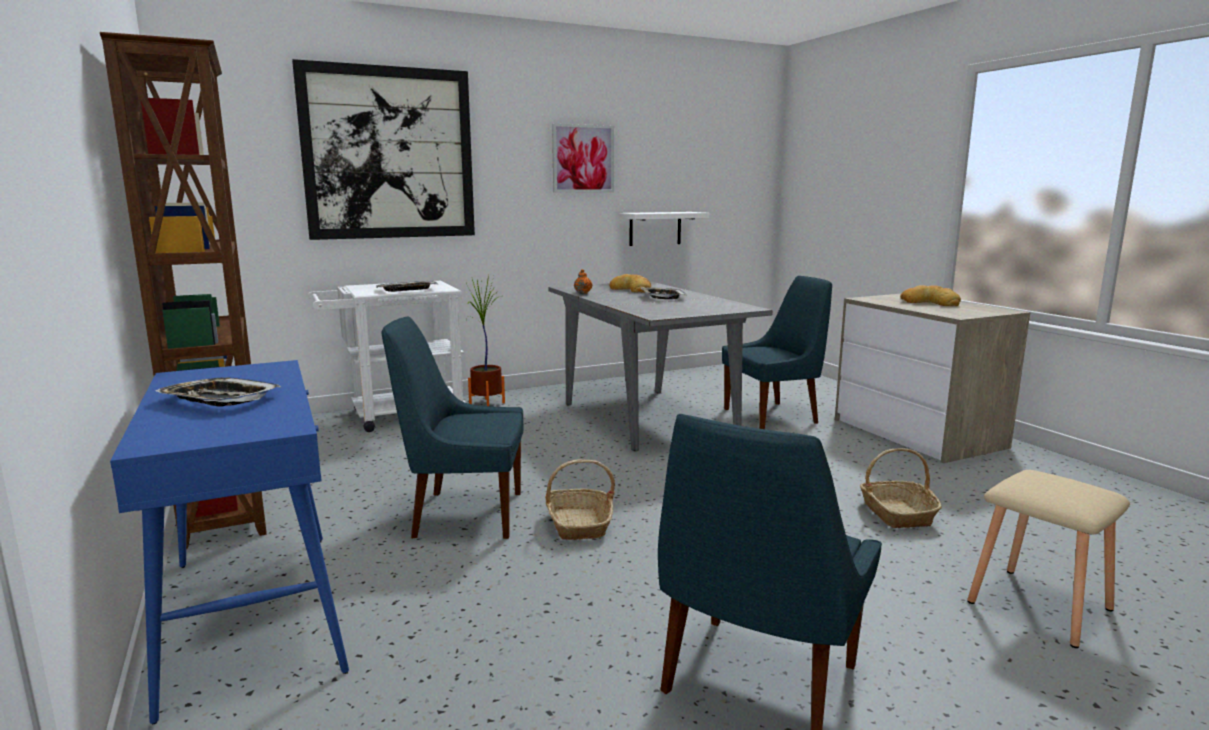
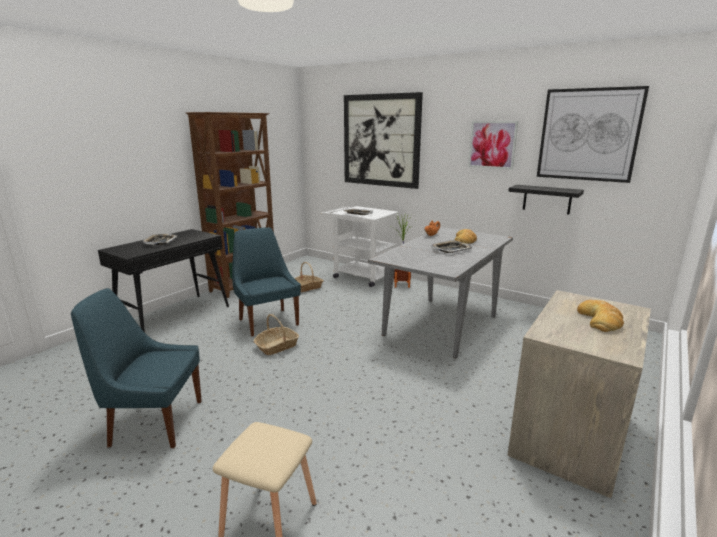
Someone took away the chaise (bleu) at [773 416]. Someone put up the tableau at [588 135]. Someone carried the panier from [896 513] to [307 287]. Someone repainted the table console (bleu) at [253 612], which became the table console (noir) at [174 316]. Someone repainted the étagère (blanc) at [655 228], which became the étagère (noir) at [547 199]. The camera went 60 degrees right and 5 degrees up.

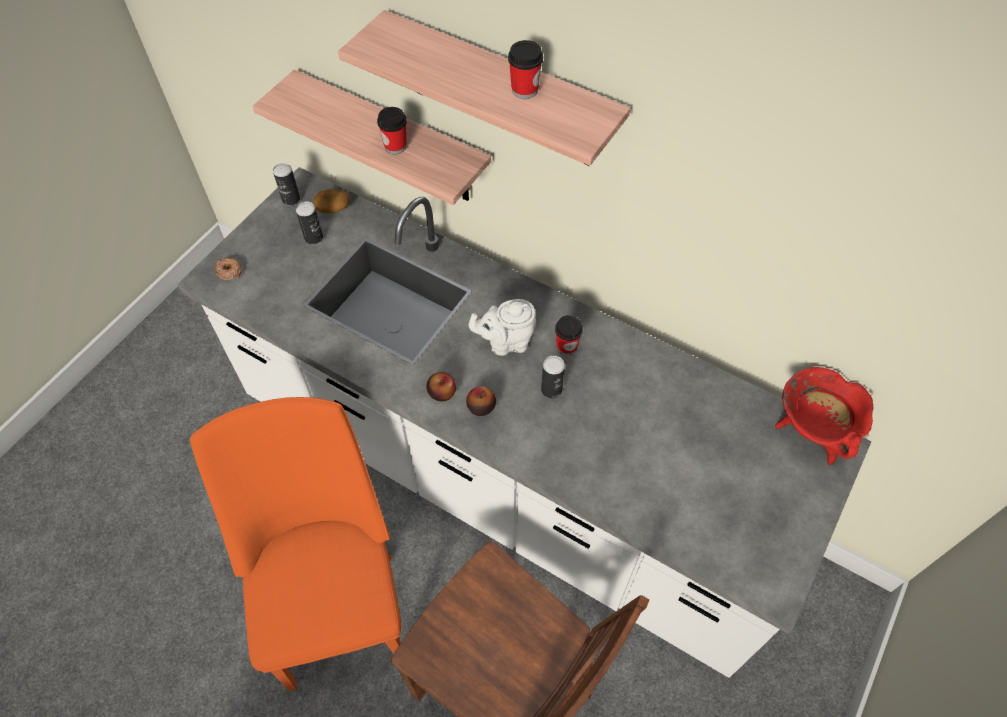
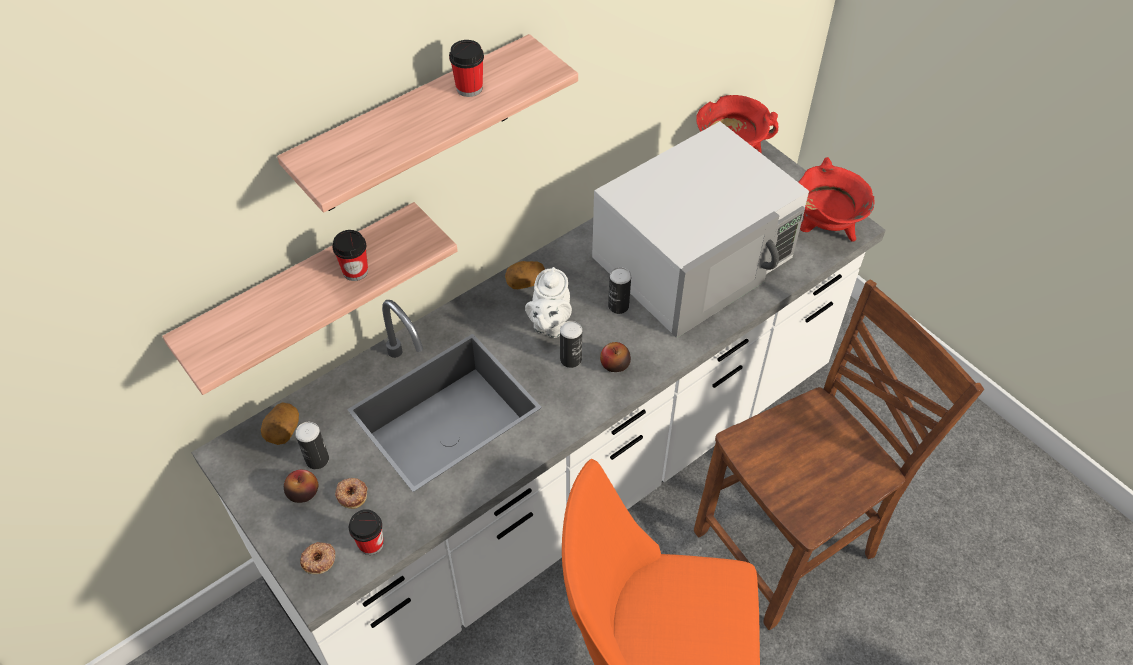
Someone put down the beignet at [352 494]. Someone put down the pomme de terre at [525 281]. Someone put down the micro-ondes (blanc) at [694 258]. Someone put down the marmite (rouge) at [824 229]. Someone carried the boîte métallique from [291 199] to [570 359]. Someone carried the pomme from [442 392] to [303 492]. Someone carried the tasse from [566 346] to [371 543]. The camera went 70 degrees left and 5 degrees down.

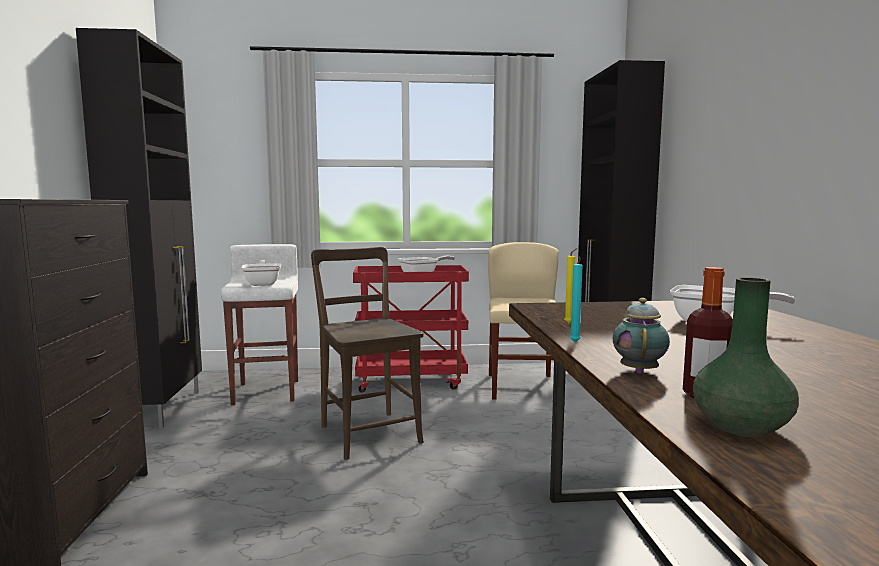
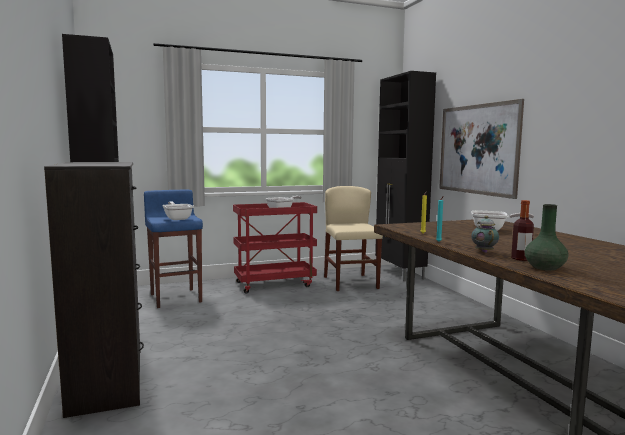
Someone took away the chaise (marron) at [368 432]. Someone put up the tableau at [477 149]. Someone repainted the tabouret (blanc) at [268 391], which became the tabouret (bleu) at [176 297]. The camera went 15 degrees left and 0 degrees up.

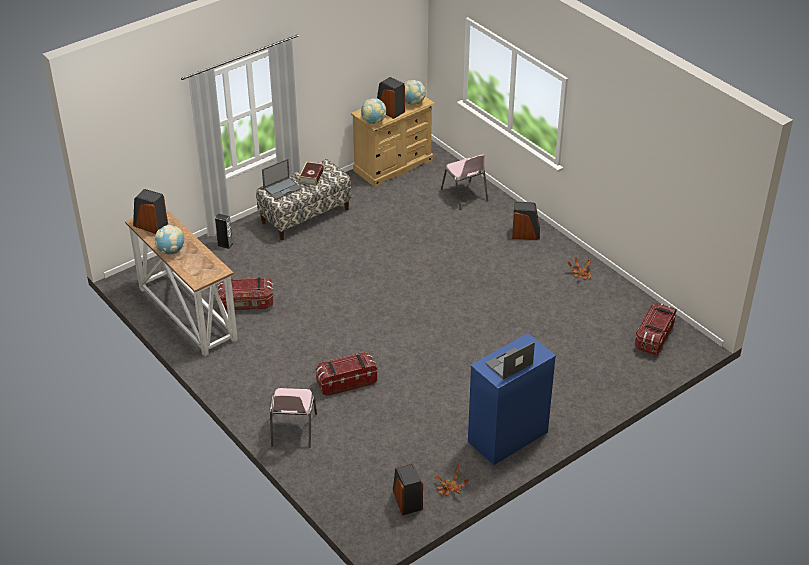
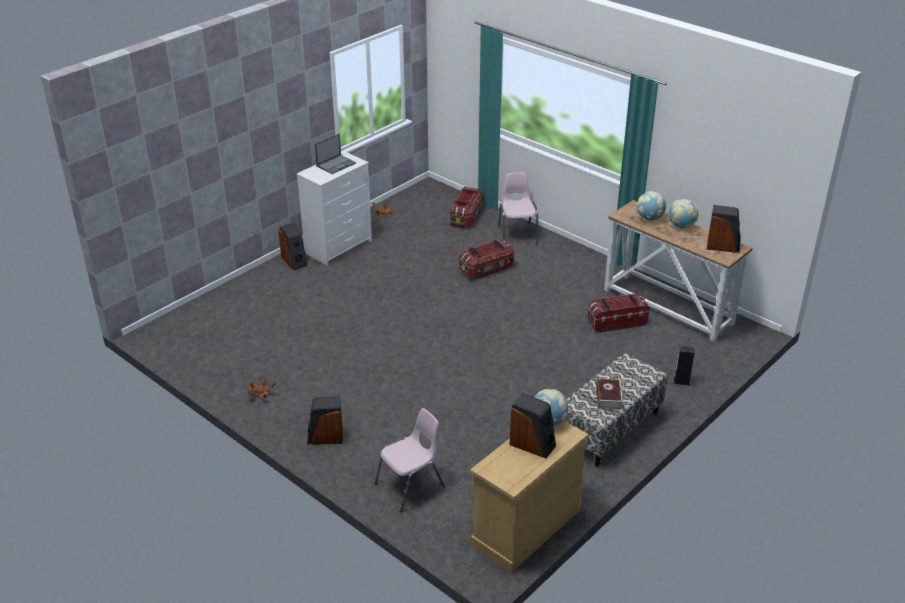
Someone took away the ordinateur portable at [282 188]. Someone carried the enceinte from [406 500] to [294 261]. Someone carried the globe from [413 102] to [649 218]. Someone carried the boîte de rangement from [654 338] to [467 216]. Someone repainted the commode (bleu) at [507 437], which became the commode (blanc) at [339 246]. Someone rotated the chaise (rose) at [464 195] by 90 degrees clockwise. The camera went 170 degrees right and 5 degrees down.

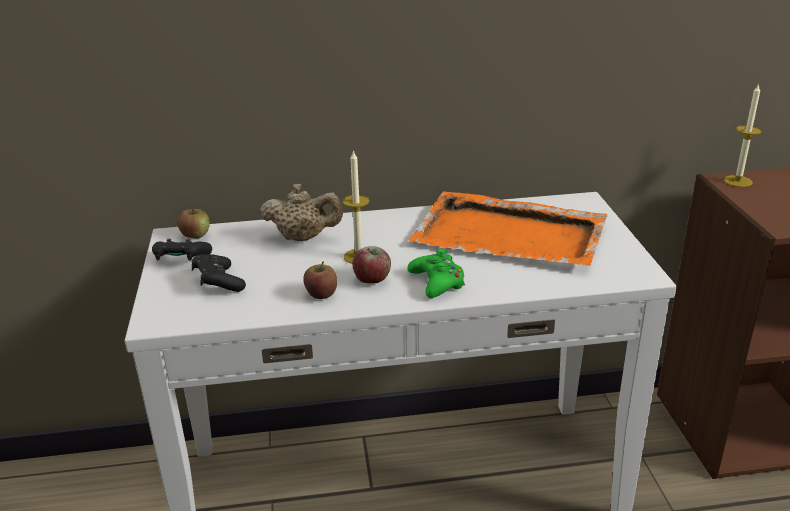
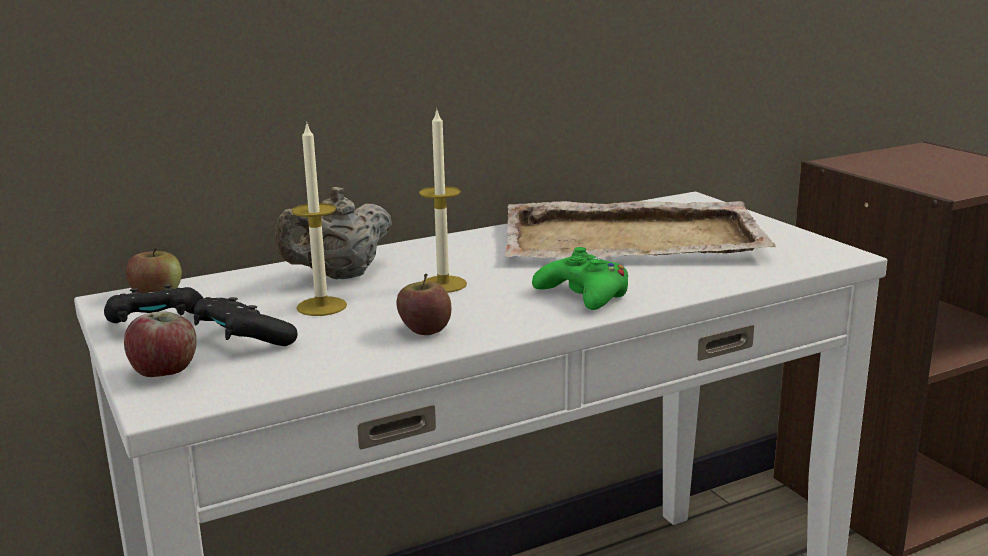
Someone carried the pomme from [372 280] to [165 372]. Someone carried the bougie from [738 181] to [321 306]. Someone repainted the plateau (orange) at [511 235], which became the plateau (beige) at [634 239]. Someone rotated the théière (beige) at [303 237] by 150 degrees clockwise. The camera went 20 degrees left and 10 degrees down.

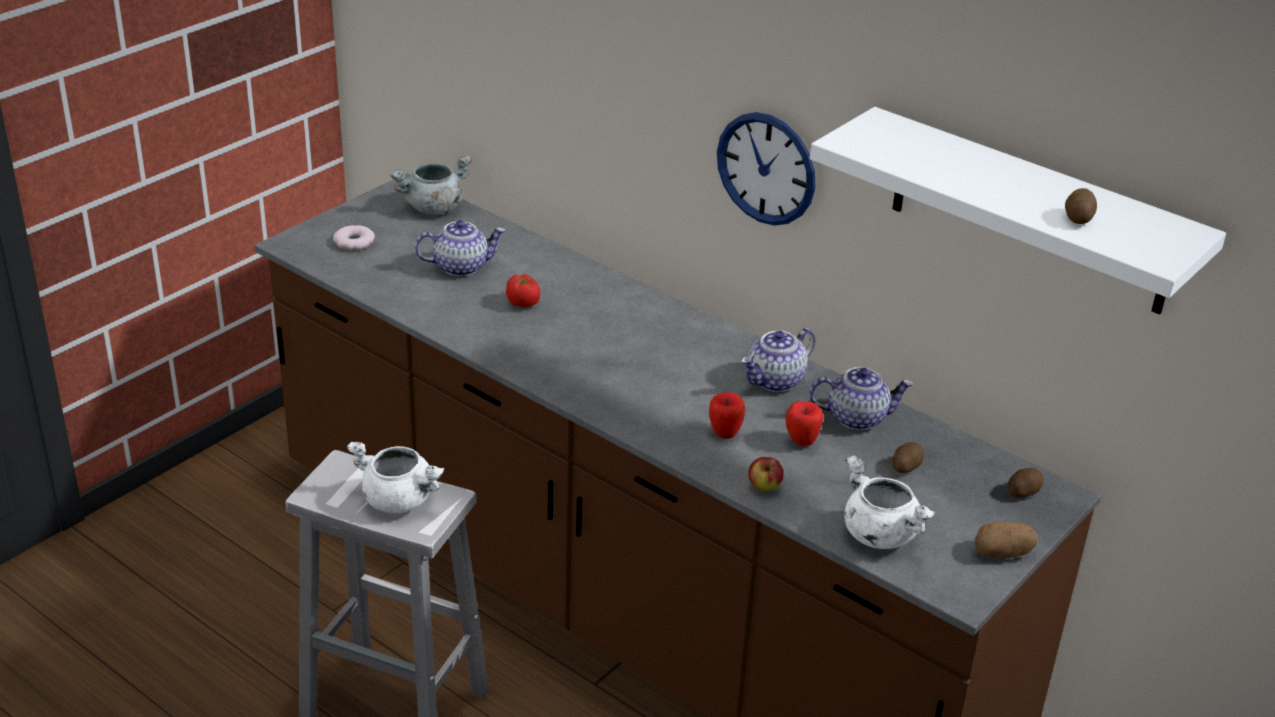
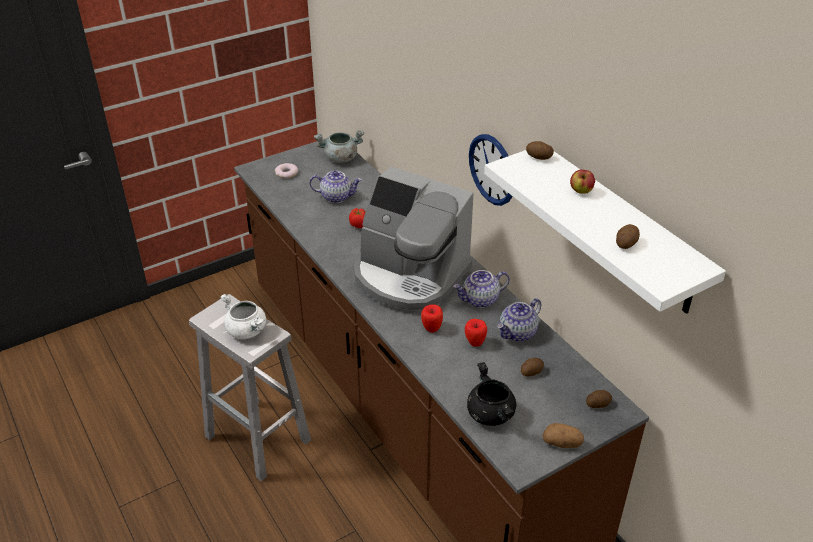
Someone put down the machine à café at [409 276]. Someone put down the pomme de terre at [538 157]. Someone carried the pomme from [764 487] to [581 191]. Someone repainted the marmite (blanc) at [879 535], which became the marmite (noir) at [490 414]. Someone rotated the théière at [857 417] by 120 degrees clockwise. The camera went 20 degrees right and 5 degrees up.

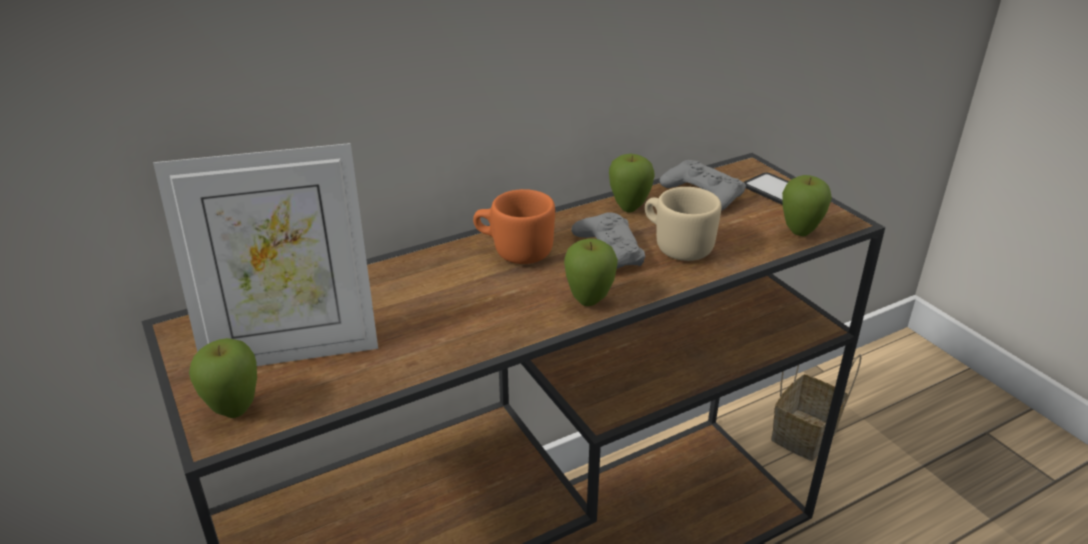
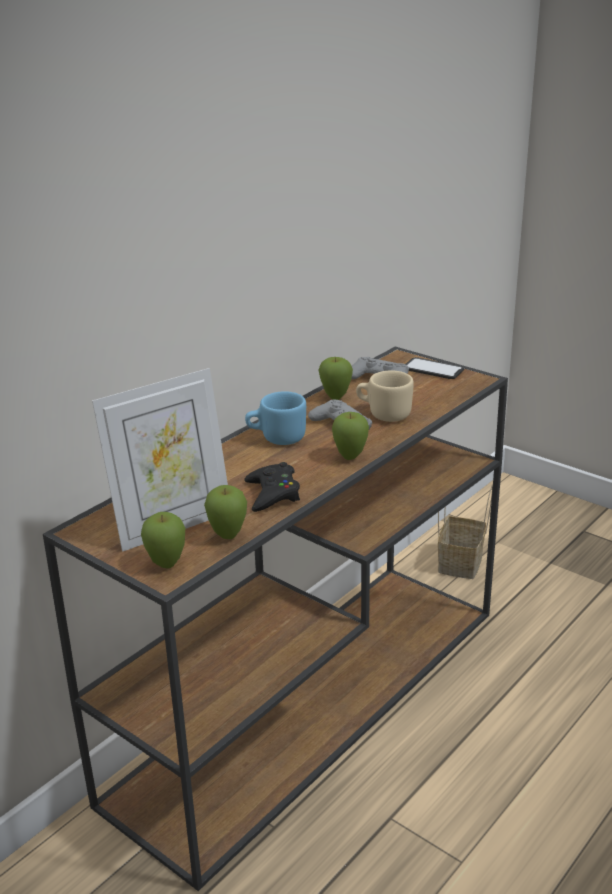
Someone put down the manette (noir) at [272 493]. Someone carried the pomme from [799 233] to [228 536]. Someone repainted the mug (orange) at [514 251], which became the mug (bleu) at [276 438]. The camera went 20 degrees left and 5 degrees down.

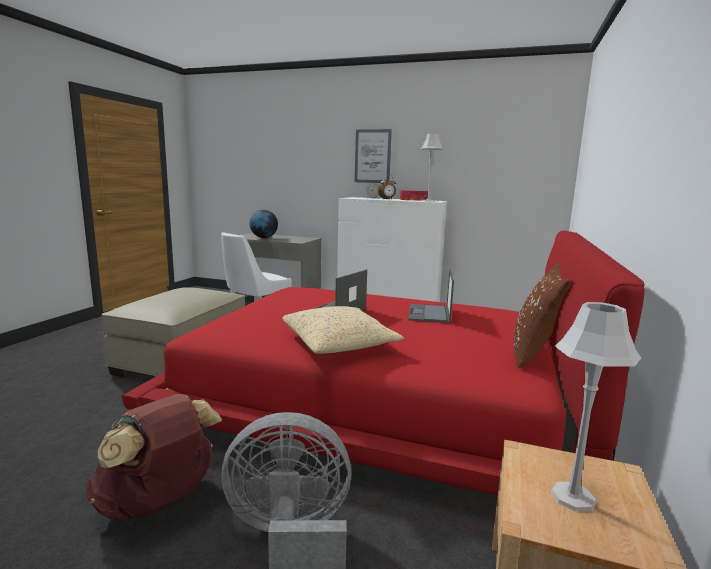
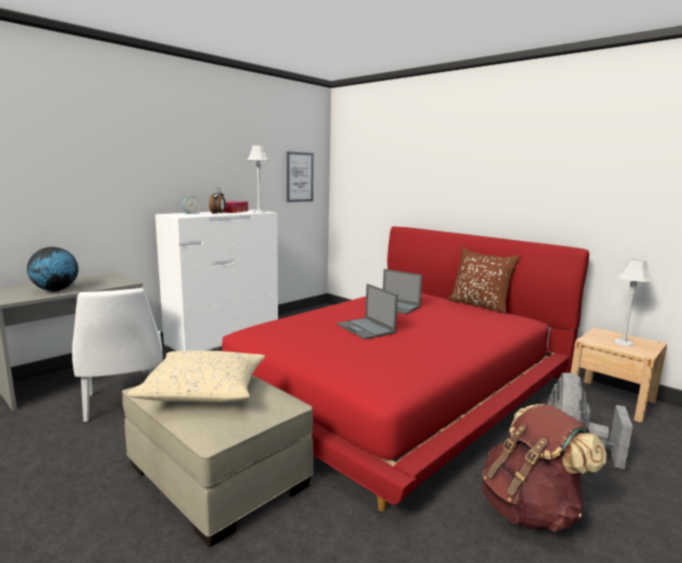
Someone carried the coussin (beige) from [339 343] to [204 390]. Someone carried the tableau from [372 156] to [299 177]. The camera went 65 degrees left and 0 degrees up.

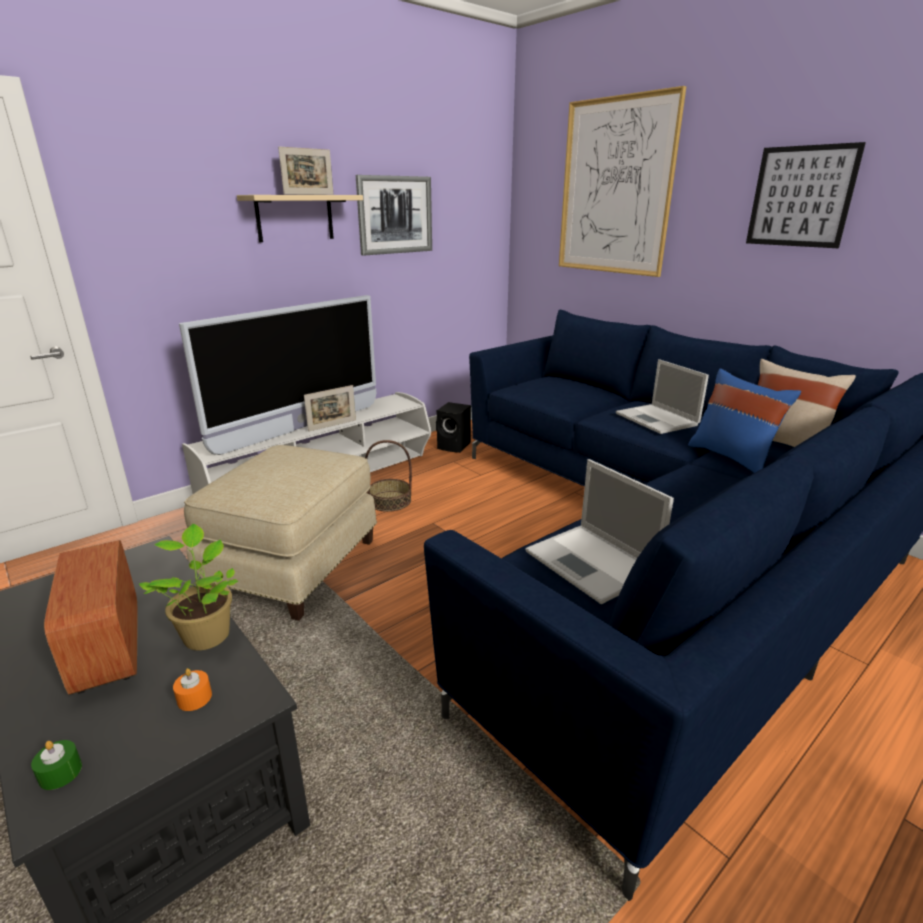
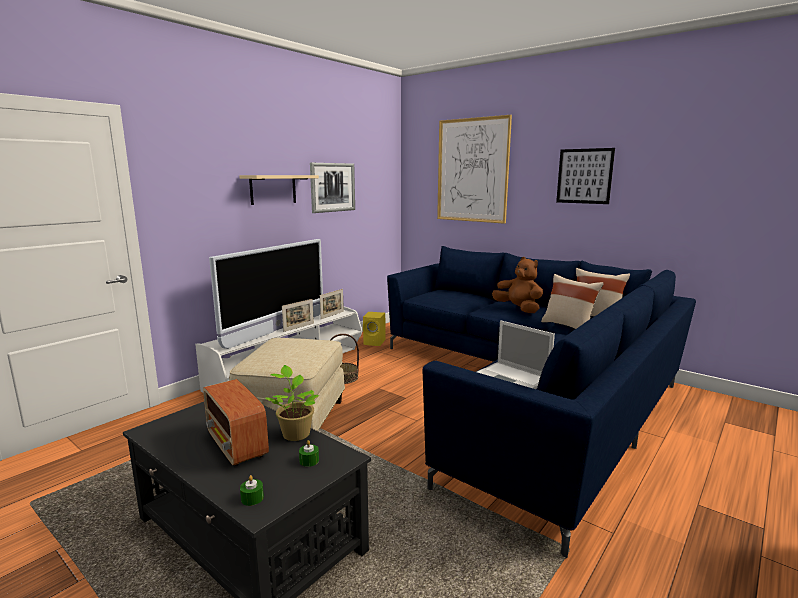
Someone carried the cadre photo from [309 194] to [332 315]. Someone swapped the ordinateur portable at [658 419] for the peluche (marron) at [518 309]. Someone repainted the bougie (orange) at [194 698], which became the bougie (vert) at [309 461]. Someone repainted the enceinte (noir) at [455 446], which became the enceinte (jaune) at [375 342]. Someone repainted the coussin (bleu) at [732 457], which became the coussin (beige) at [568 326]. The camera went 10 degrees left and 10 degrees down.

